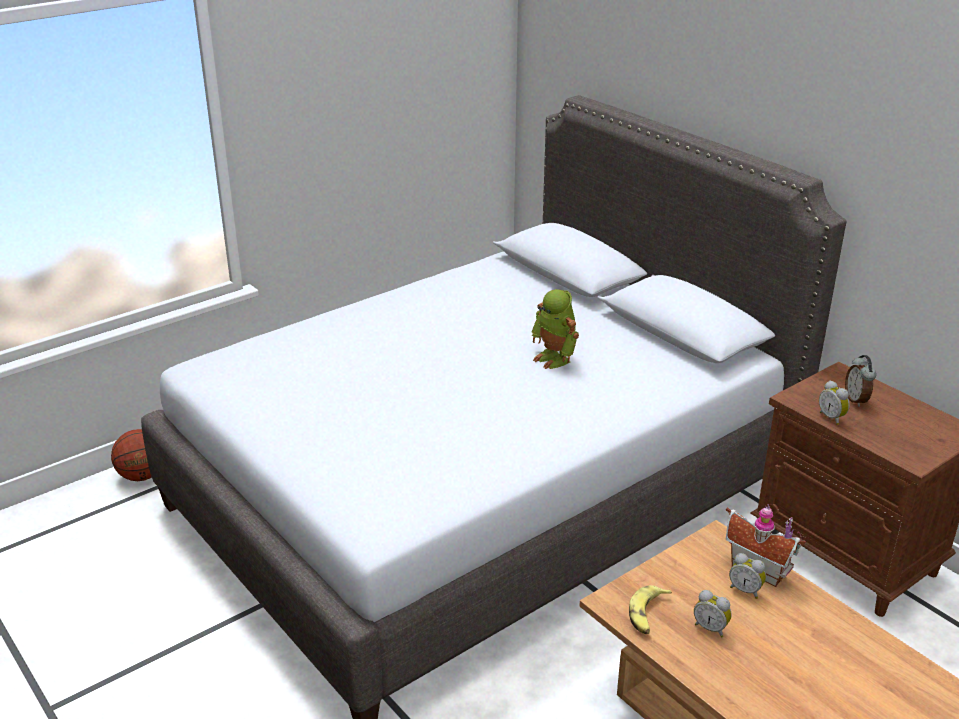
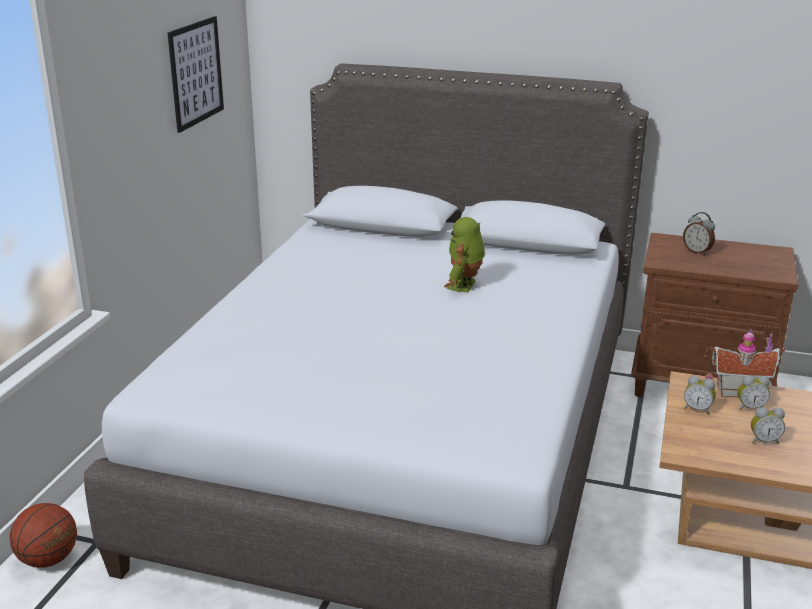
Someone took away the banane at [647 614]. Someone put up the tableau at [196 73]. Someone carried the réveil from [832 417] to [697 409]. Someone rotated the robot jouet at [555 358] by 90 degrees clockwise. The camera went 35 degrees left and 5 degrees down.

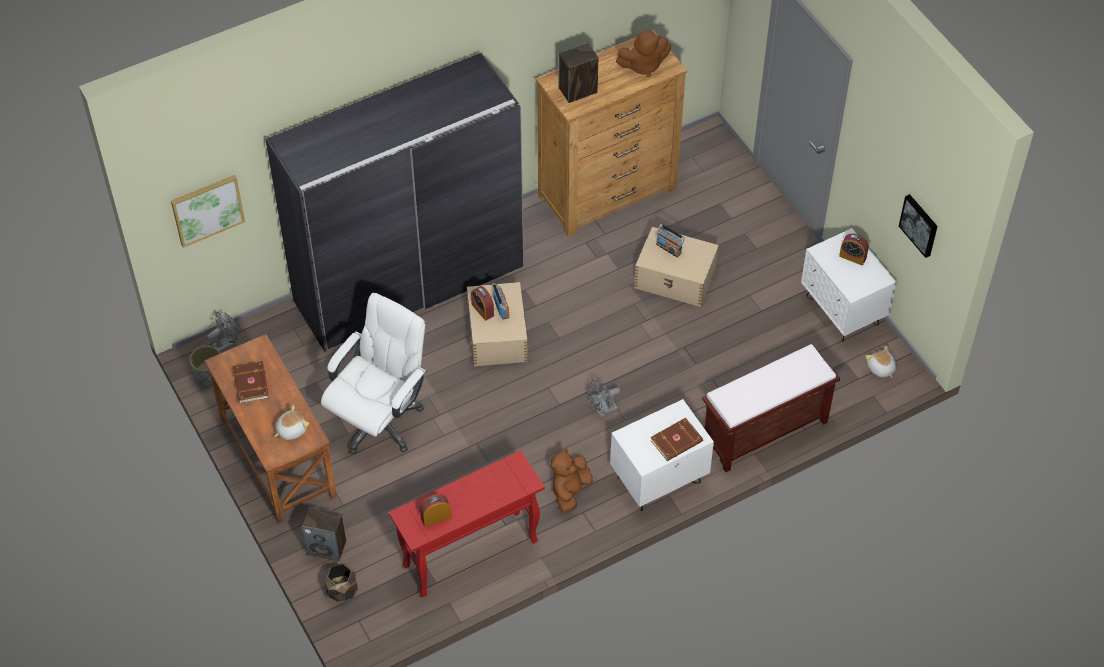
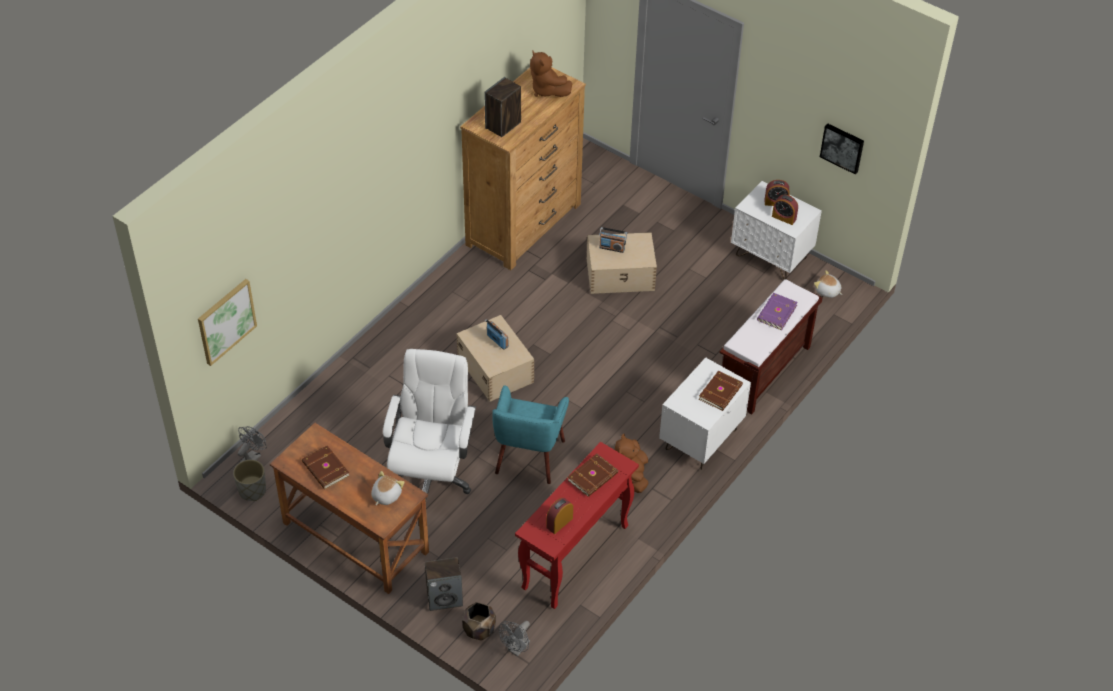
Someone took away the armoire (gris) at [409 283]. Someone put down the fauteuil (turquoise) at [528 457]. Someone put down the livre (marron) at [593 477]. Someone put down the livre (violet) at [776 313]. Someone carried the réveil from [482 310] to [784 218]. Someone carried the ventilateur (gris) from [603 411] to [516 649]. Someone rotated the peluche (marron) at [643 65] by 90 degrees clockwise. The camera went 25 degrees left and 5 degrees down.

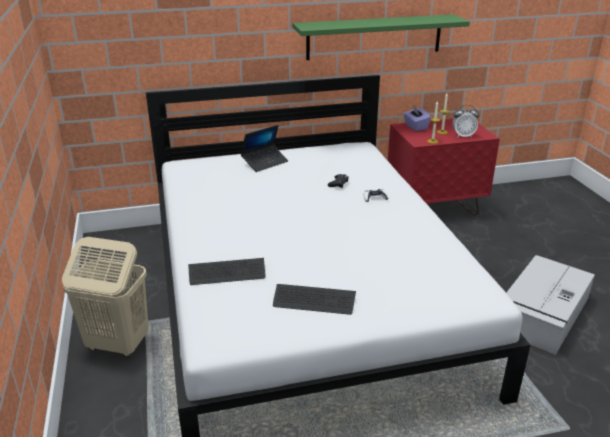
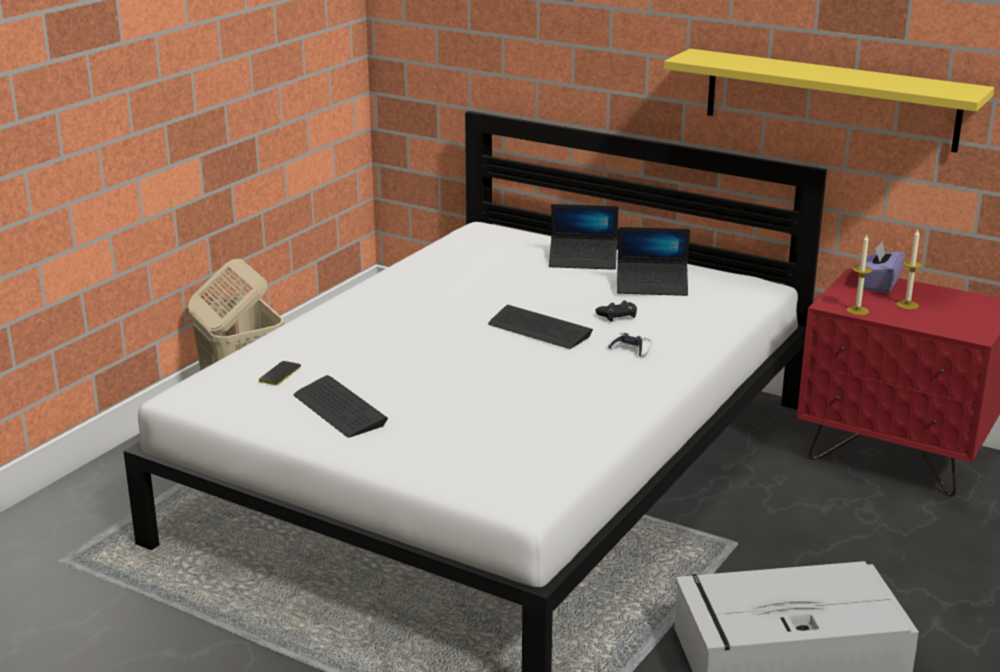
Someone took away the réveil at [463 136]. Someone put down the téléphone at [280 374]. Someone put down the ordinateur portable at [652 286]. Someone carried the clavier from [227 273] to [539 329]. Someone repainted the étagère (vert) at [374 37], which became the étagère (jaune) at [830 99]. The camera went 45 degrees right and 5 degrees down.

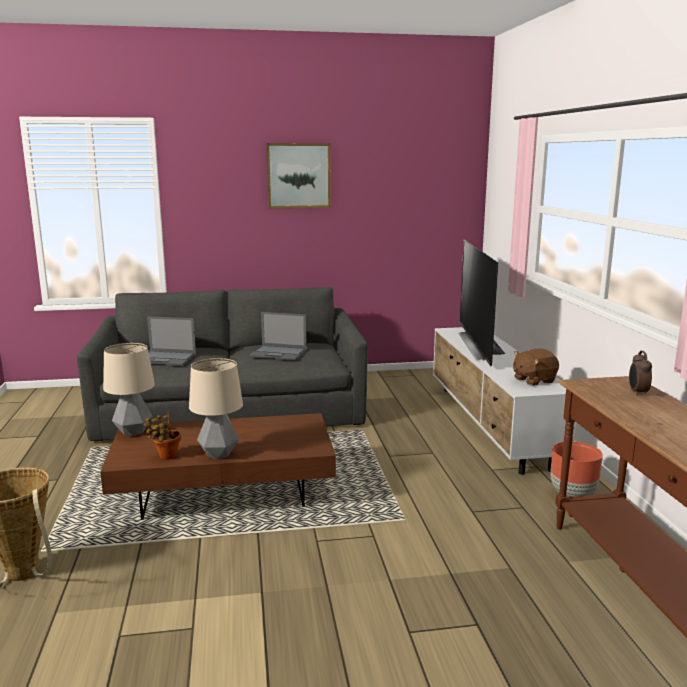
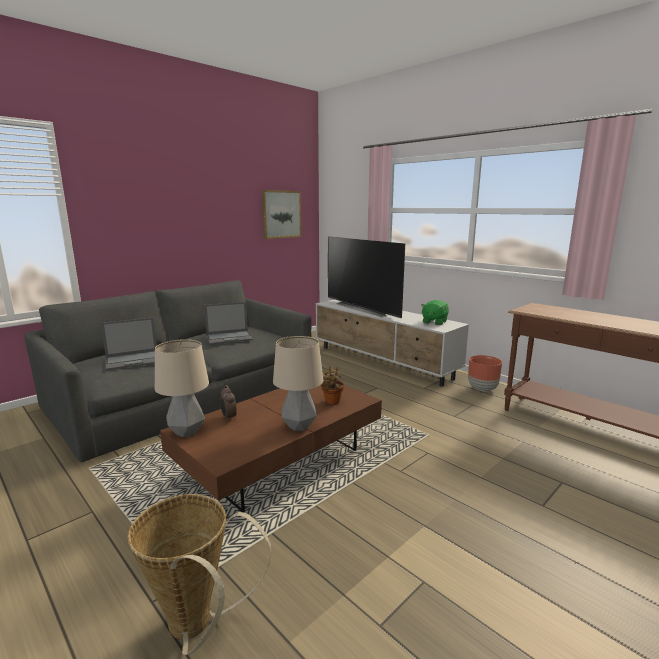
Someone carried the plante en pot from [166 456] to [332 402]. Someone carried the tableau from [298 175] to [281 214]. Someone carried the réveil from [637 393] to [228 418]. Someone repainted the peluche (marron) at [533 380], which became the peluche (vert) at [434 322]. The camera went 35 degrees left and 0 degrees up.

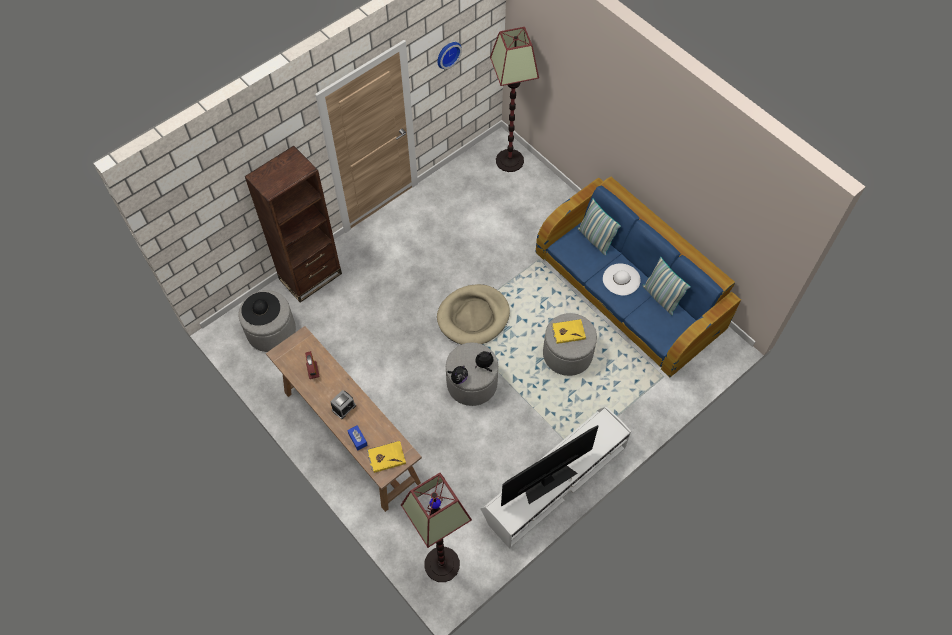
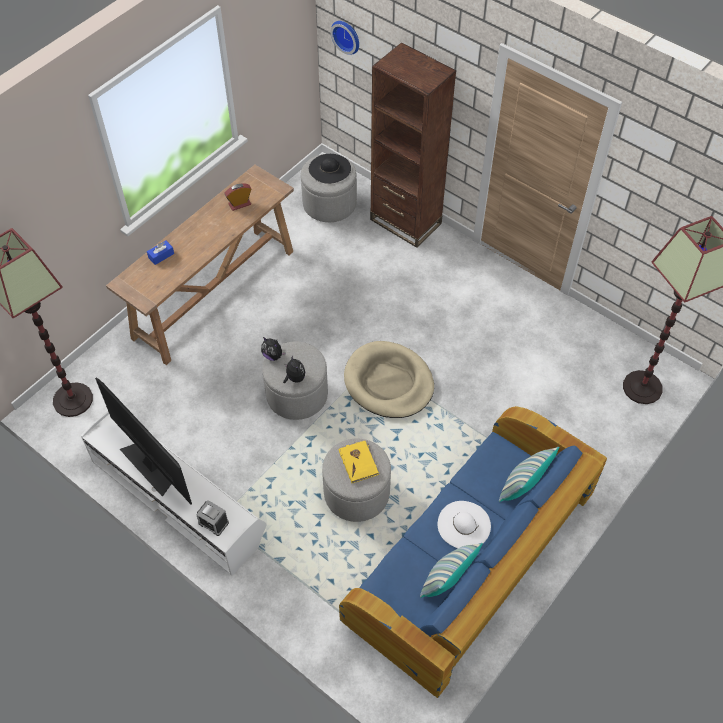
Someone took away the livre (jaune) at [386 457]. Someone carried the réveil from [344 408] to [213 522]. Someone carried the horloge murale from [447 53] to [347 36]. The camera went 80 degrees right and 5 degrees down.

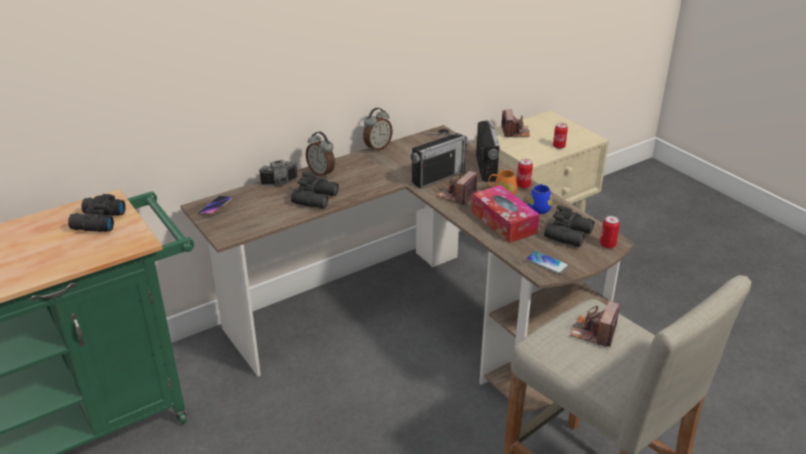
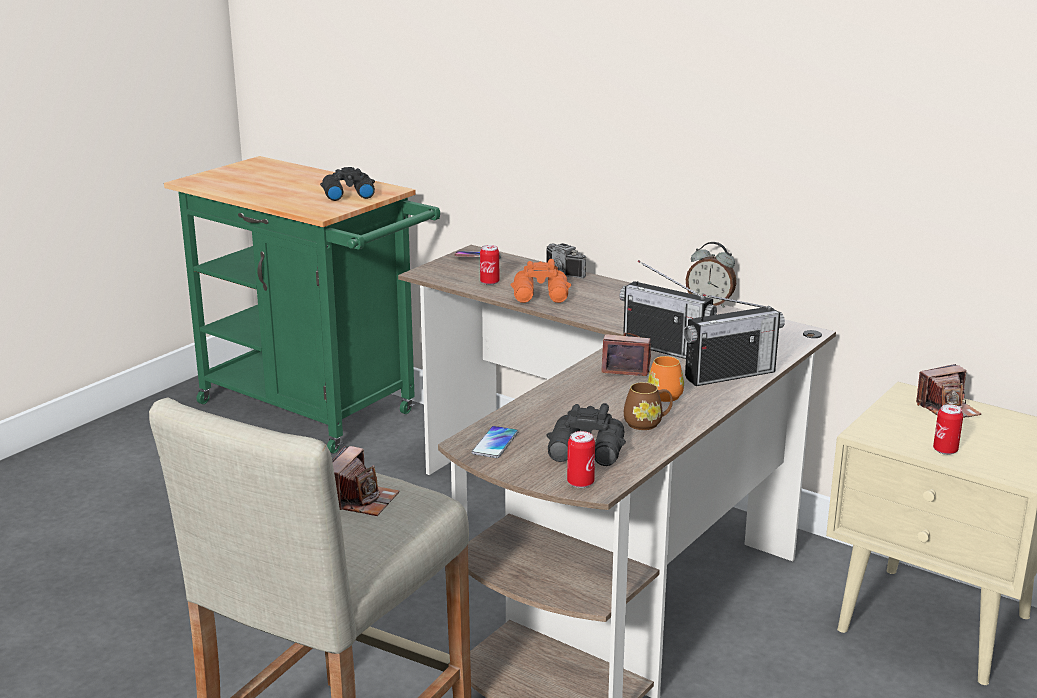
Someone took away the réveil at [322 173]. Someone took away the boîte à mouchoirs at [504 222]. Someone carried the boîte métallique from [523 186] to [489 282]. Someone repainted the jumelles (noir) at [317 198], which became the jumelles (orange) at [542 296]. Someone repainted the mug (bleu) at [539 207], which became the mug (marron) at [647 423]. Someone rotated the appareil photo at [594 332] by 105 degrees clockwise. The camera went 70 degrees right and 10 degrees down.

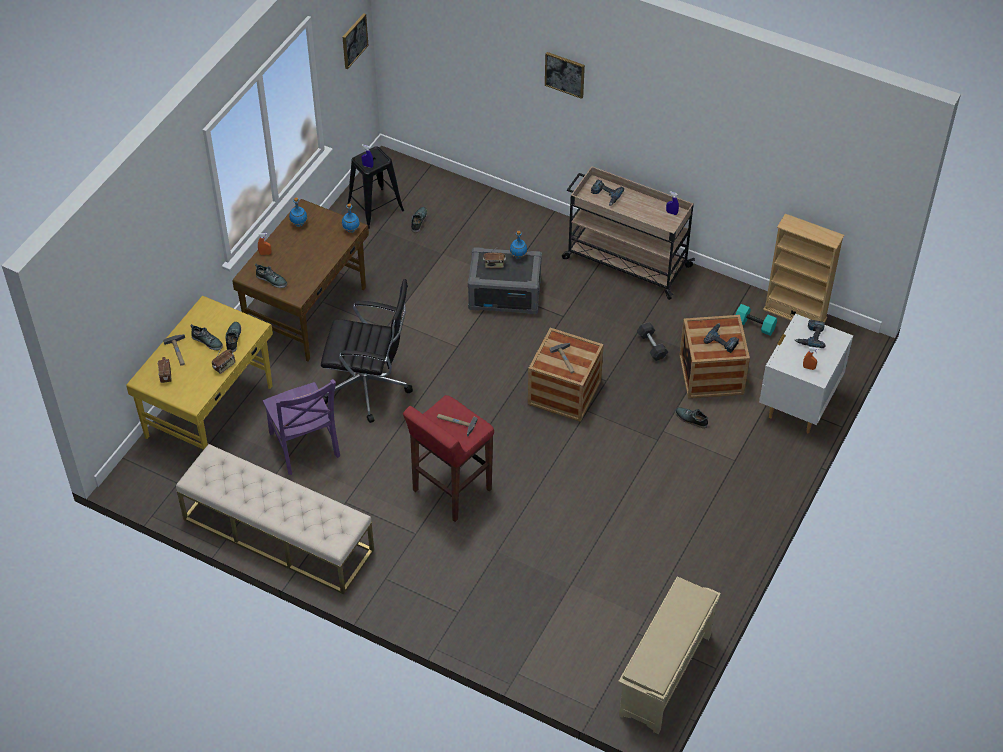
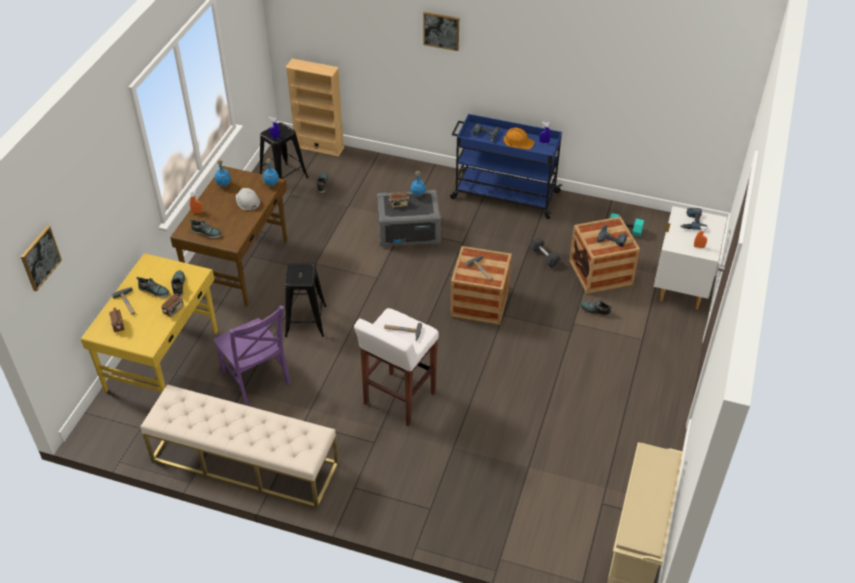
Someone put down the casque de chantier (blanc) at [247 201]. Someone put down the casque de chantier (orange) at [518 141]. Someone carried the tableau from [354 40] to [40 258]. Someone carried the bibliothèque (beige) from [795 313] to [319 147]. Someone swapped the chaise de bureau (noir) at [369 387] for the tabouret (noir) at [306 320]. Someone repainted the tabouret (rouge) at [451 490], which became the tabouret (blanc) at [398 399]. Someone repainted the chariot (beige) at [625 262], which became the chariot (bleu) at [503 195]. The camera went 10 degrees left and 5 degrees down.

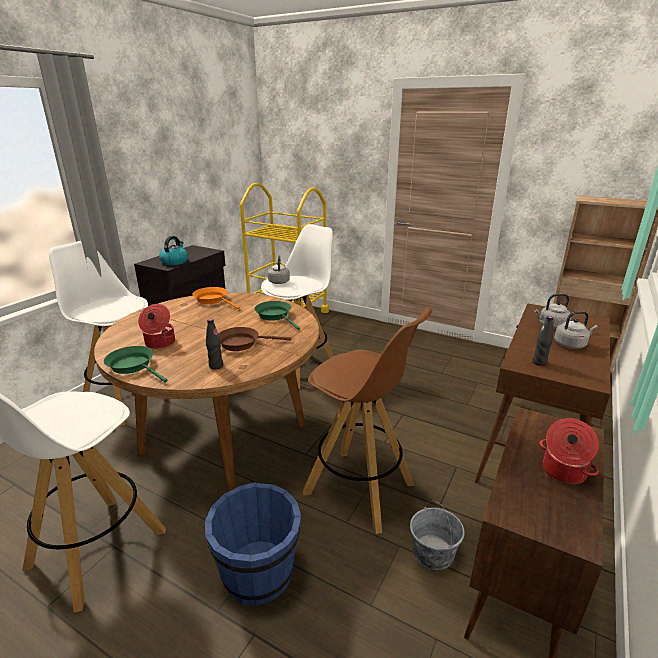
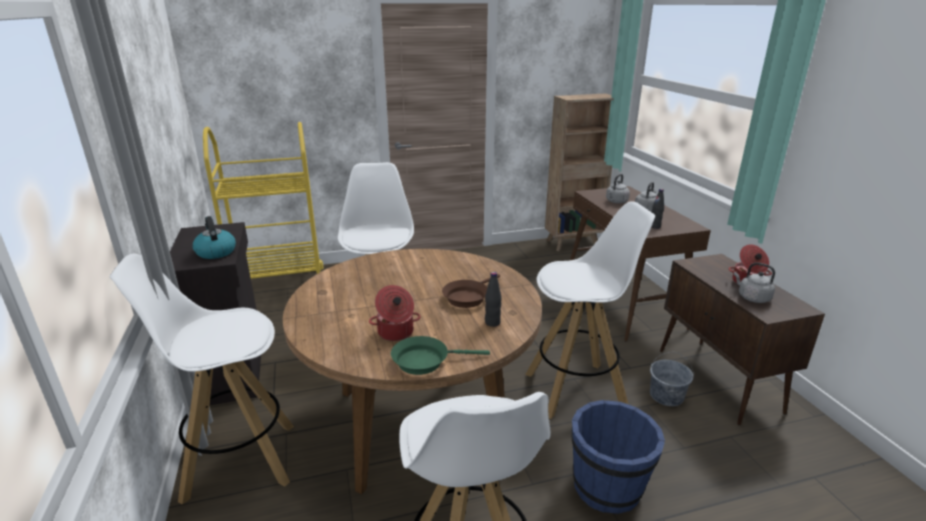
Someone took away the poêle (orange) at [213 300]. Someone took away the poêle (vert) at [275 316]. Someone carried the bouilloire (gris) from [279 281] to [752 297]. Someone repainted the tabouret (marron) at [360 489], which became the tabouret (blanc) at [576 389]. The camera went 45 degrees left and 0 degrees up.

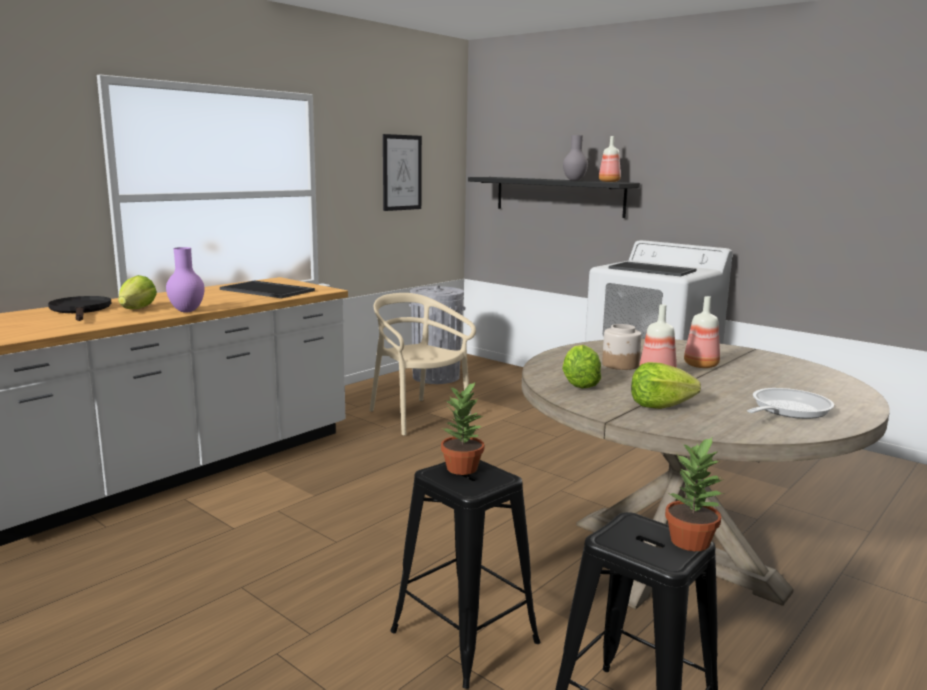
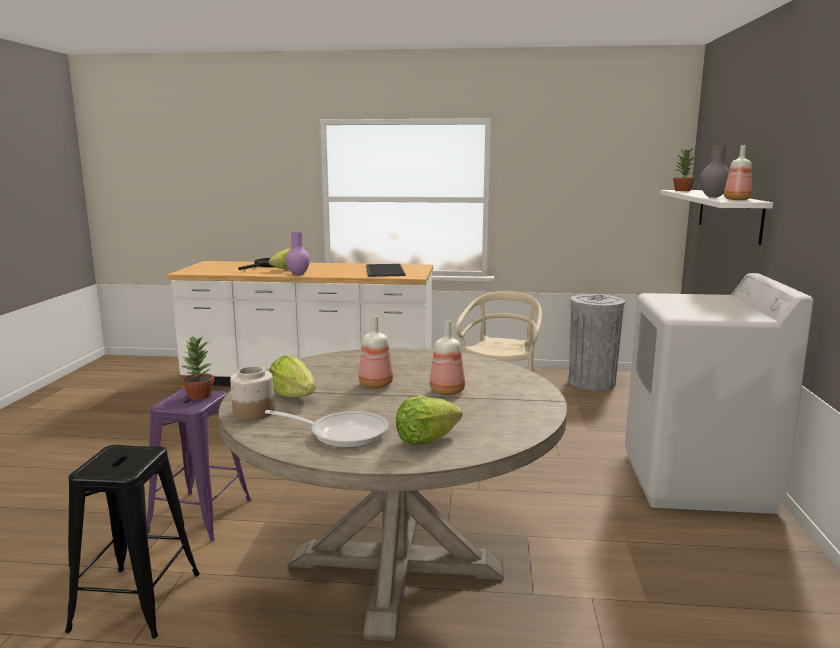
Someone took away the tableau at [402 172]. Someone took away the plateau at [653 269]. Someone carried the laitue from [579 383] to [426 439]. Someone carried the bocal from [620 365] to [253 412]. Someone carried the plante en pot from [691 542] to [683 190]. Someone repainted the tabouret (noir) at [465 637], which became the tabouret (violet) at [200 516]. Someone repainted the étagère (noir) at [558 196], which became the étagère (blanc) at [728 214]. The camera went 55 degrees right and 0 degrees up.

